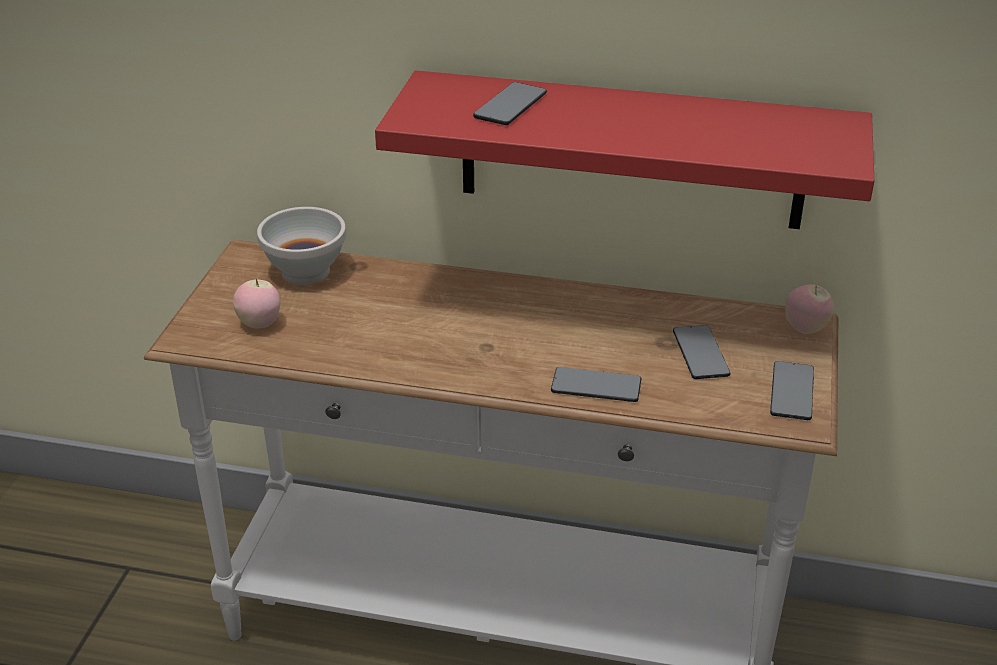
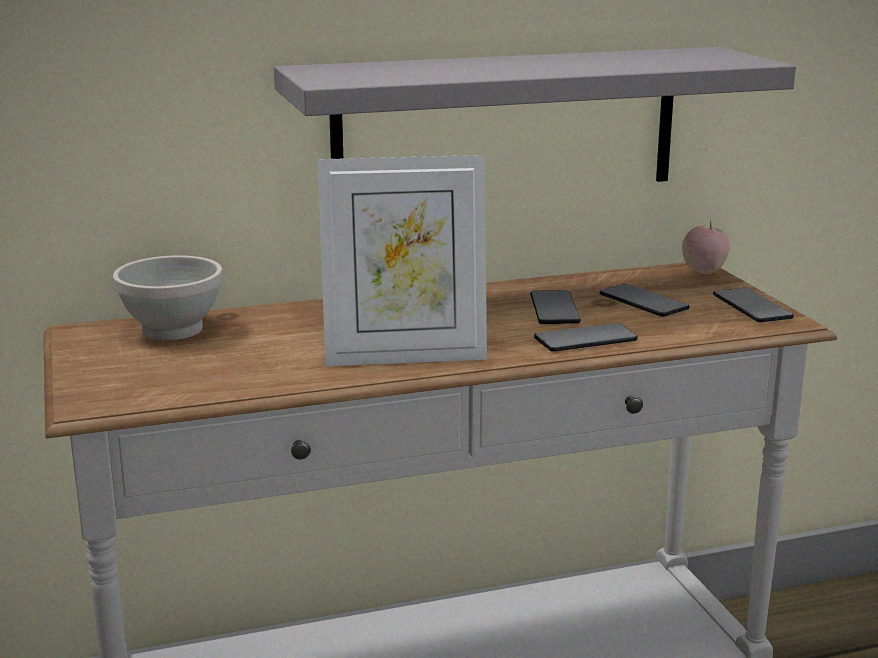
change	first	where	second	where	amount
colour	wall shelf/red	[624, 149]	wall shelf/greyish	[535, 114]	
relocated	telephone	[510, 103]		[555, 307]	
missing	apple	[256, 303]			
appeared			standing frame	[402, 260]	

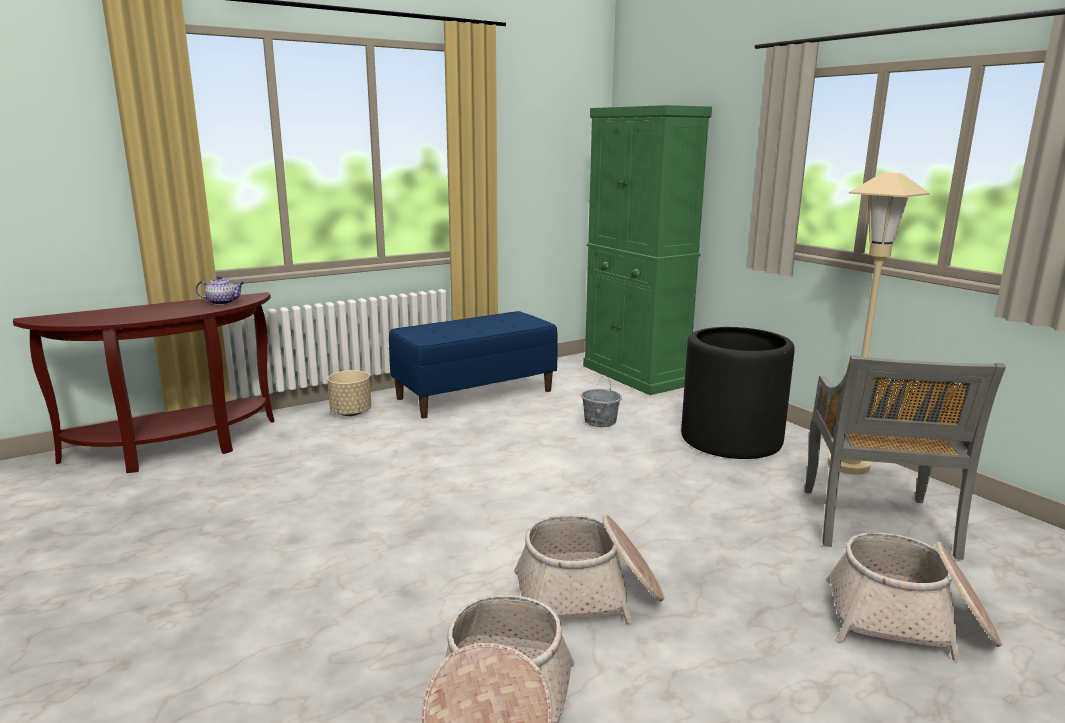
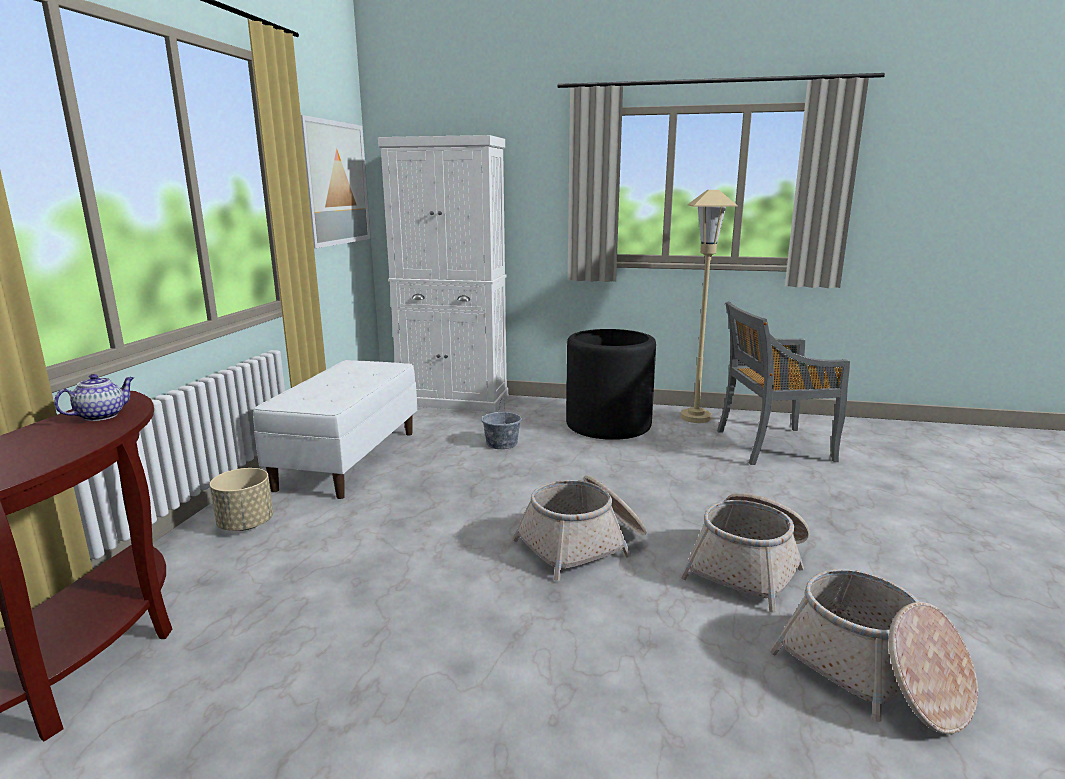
change	first	where	second	where	amount
colour	cabinet/green-coloured	[647, 250]	cabinet/white-coloured	[443, 273]	
colour	long seat/bluish	[473, 364]	long seat/white-coloured	[335, 429]	
spun	plain chair/greyish	[905, 457]		[783, 383]	120 degrees clockwise
relocated	basket	[914, 596]		[579, 528]	
appeared			wall art	[335, 182]	

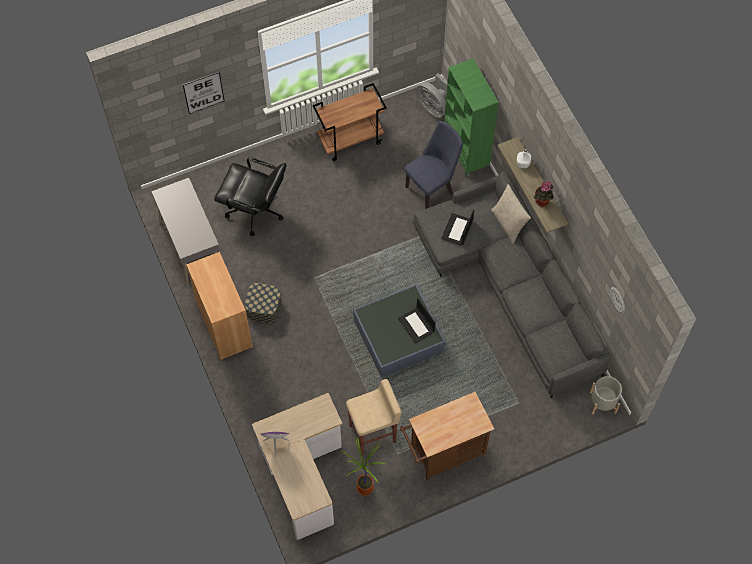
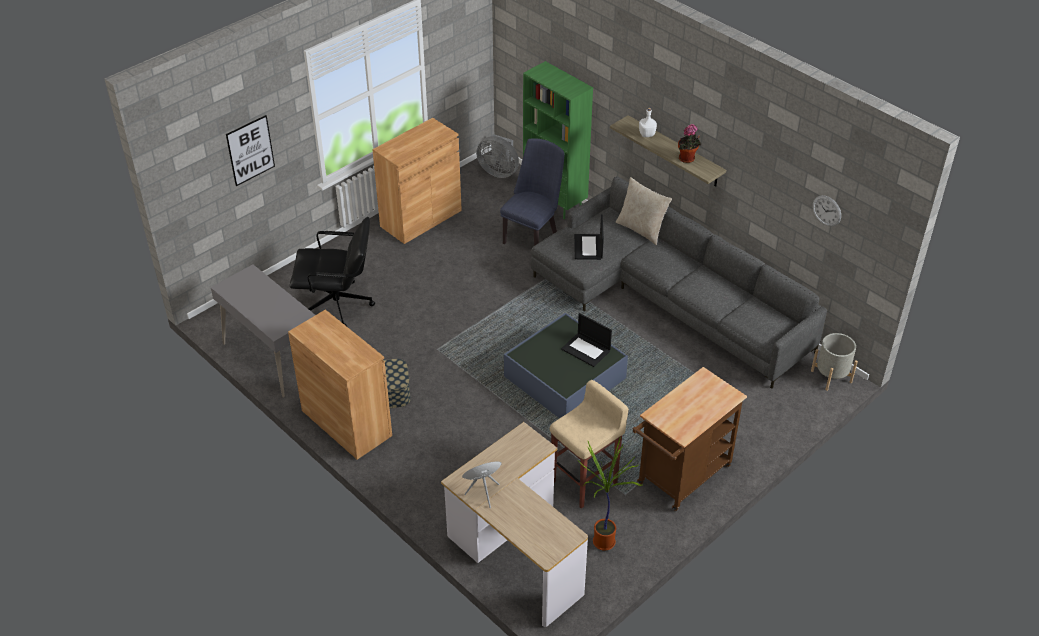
change	first	where	second	where	amount
exchanged	wheeled cart/brown-coloured	[349, 122]	cabinet/brown-coloured	[417, 181]	

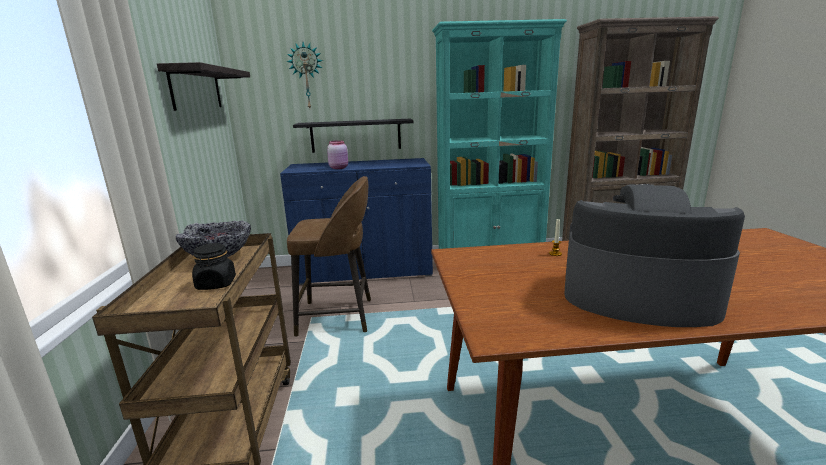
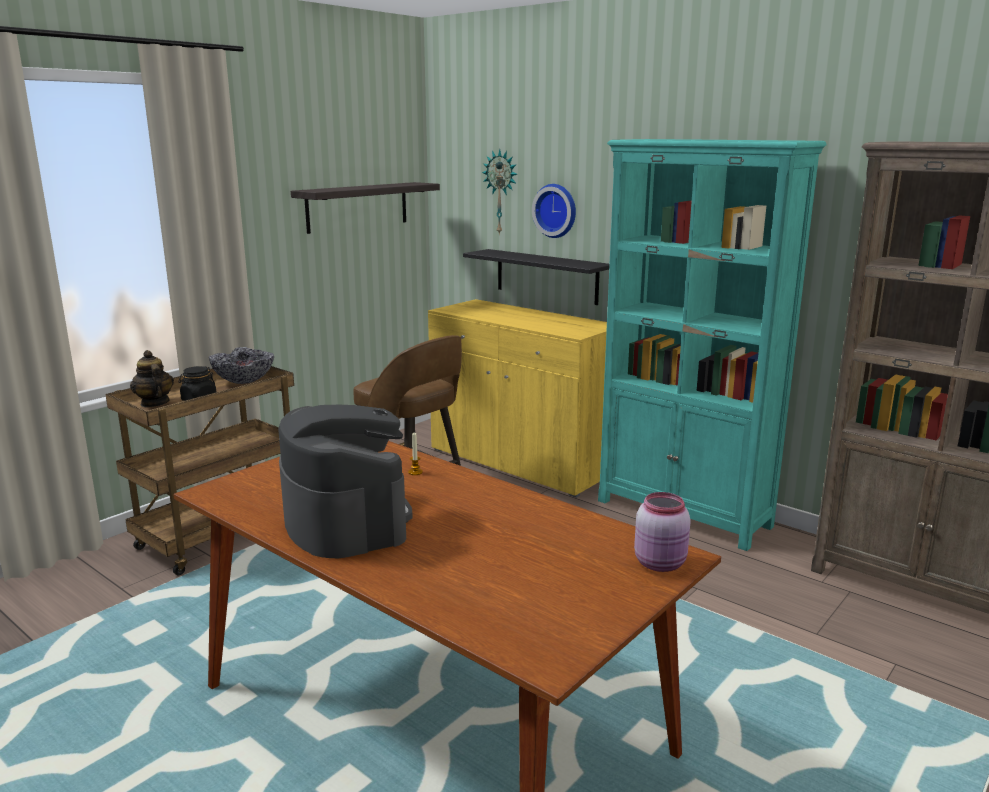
change	first	where	second	where	amount
relocated	preserve jar/pinkish	[337, 154]		[662, 532]	
colour	cabinet/bluish	[356, 221]	cabinet/yellow	[517, 398]	
appeared			wall clock	[554, 211]	
appeared			pot for tea	[152, 378]	

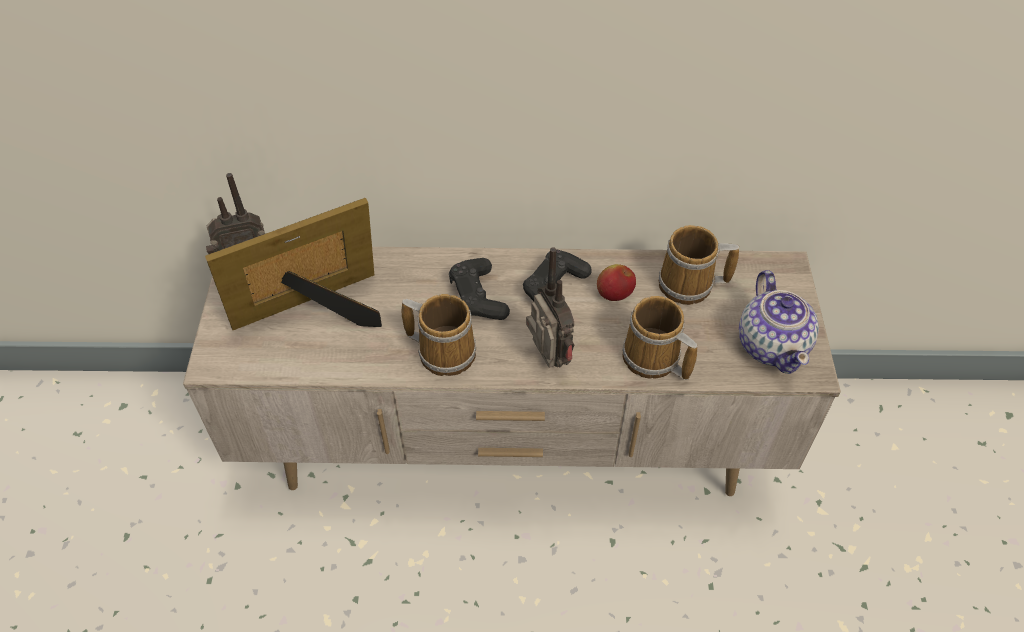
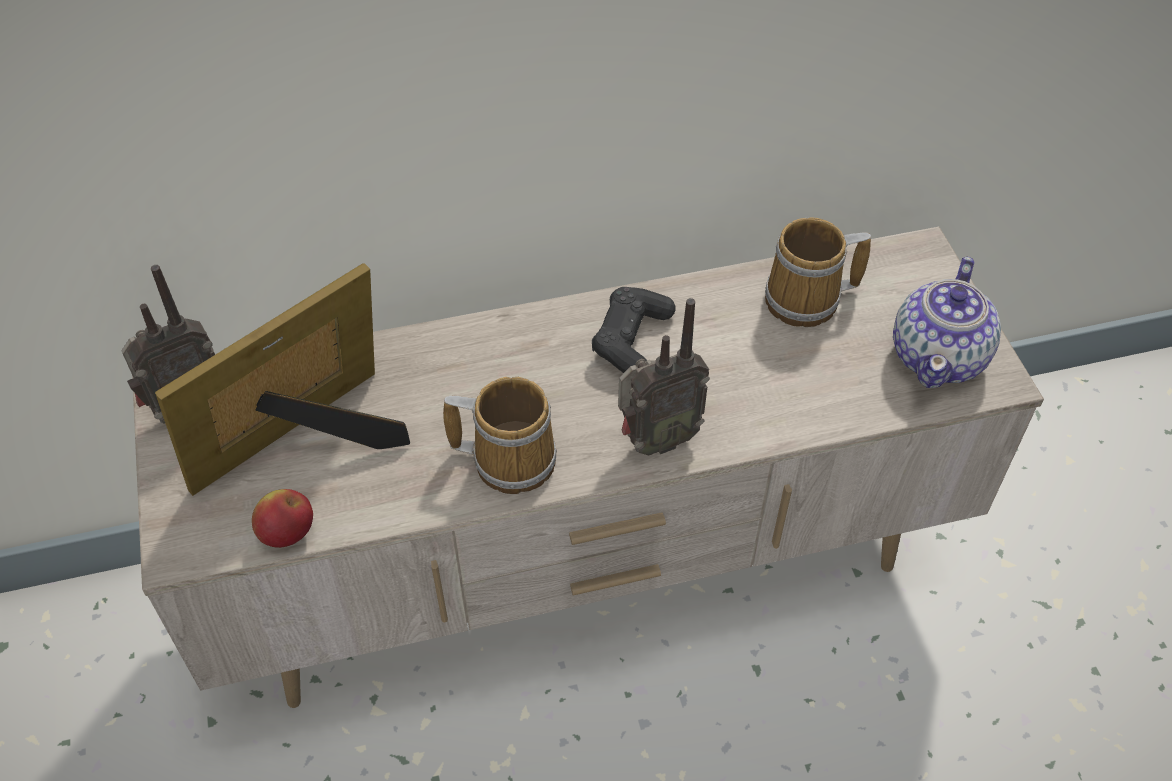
change	first	where	second	where	amount
spun	radio set	[550, 307]		[664, 376]	105 degrees clockwise
missing	joypad/black-coloured	[479, 289]			
relocated	apple	[616, 282]		[282, 518]	
spun	pot for tea	[779, 322]		[947, 322]	45 degrees clockwise
missing	coffee mug	[660, 338]			

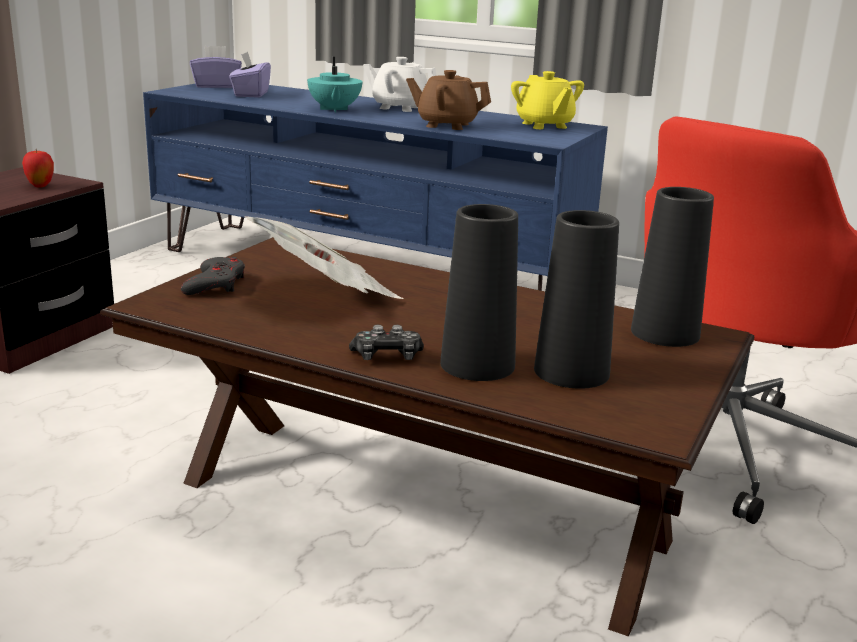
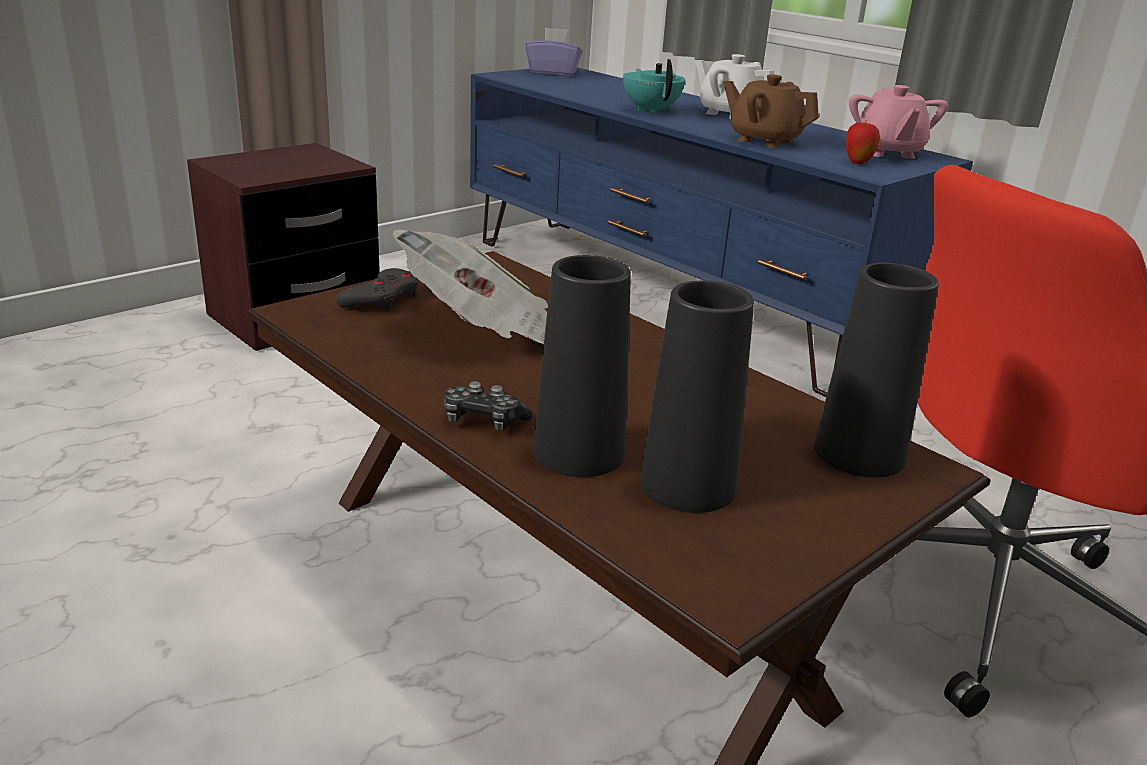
change	first	where	second	where	amount
missing	tissue holder/purple	[250, 74]			
spun	pot for tea/turquoise	[334, 84]		[654, 86]	150 degrees clockwise
colour	pot for tea/yellow	[547, 100]	pot for tea/pinkish	[898, 122]	
relocated	apple	[38, 168]		[863, 143]	

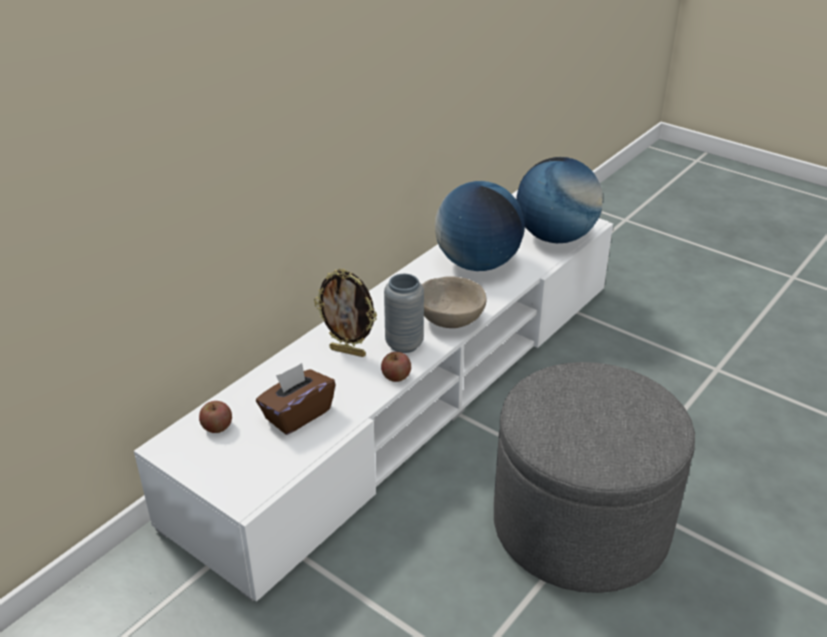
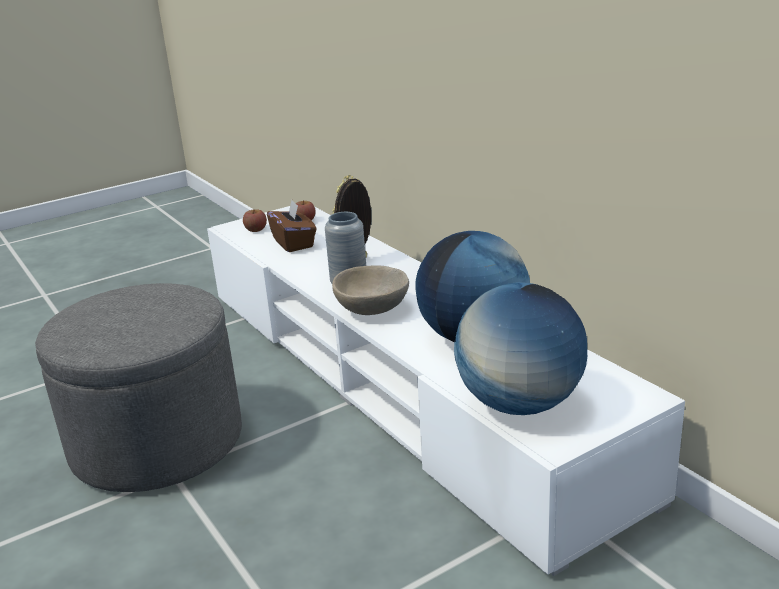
change	first	where	second	where	amount
relocated	apple	[396, 367]		[255, 220]	

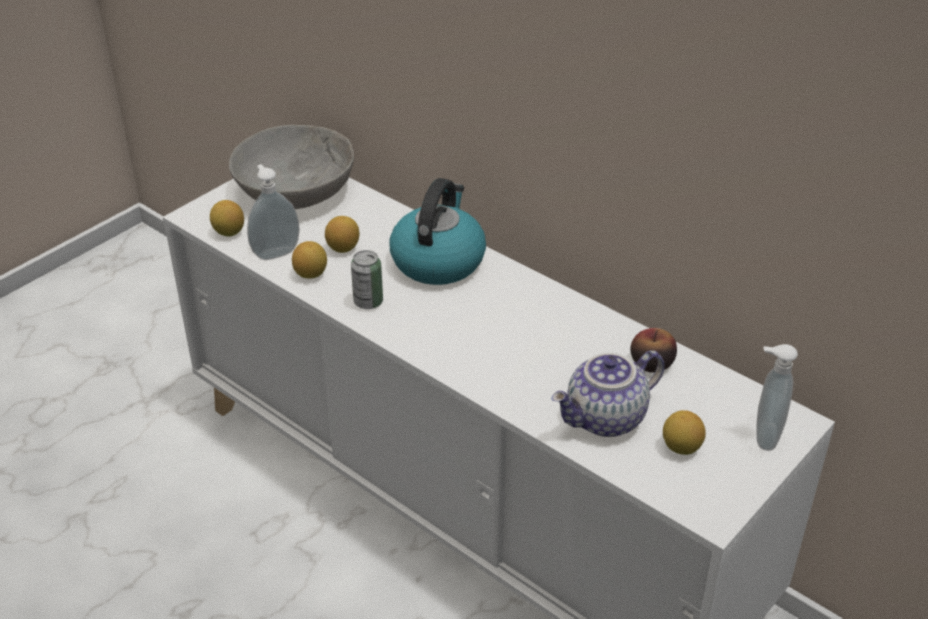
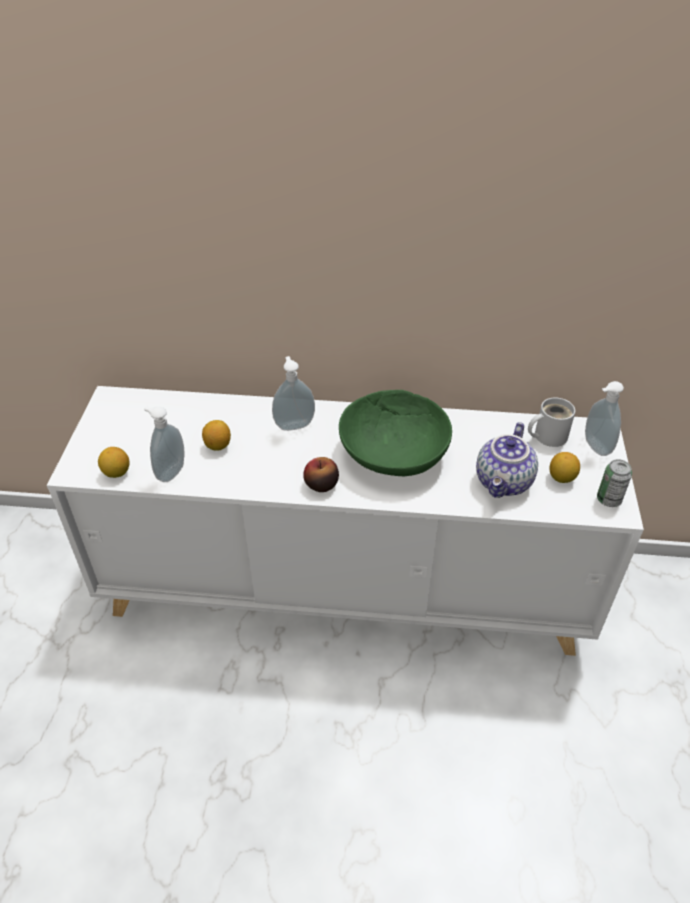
change	first	where	second	where	amount
missing	serving bowl/greyish	[291, 167]			
exchanged	tea kettle	[437, 231]	liquid soap bottle	[293, 393]	
missing	citrus fruit	[309, 260]			
relocated	metal can	[367, 279]		[614, 483]	
relocated	apple	[653, 350]		[321, 474]	
appeared			serving bowl/green-coloured	[395, 433]	
appeared			coffee mug/white-coloured	[551, 422]	

